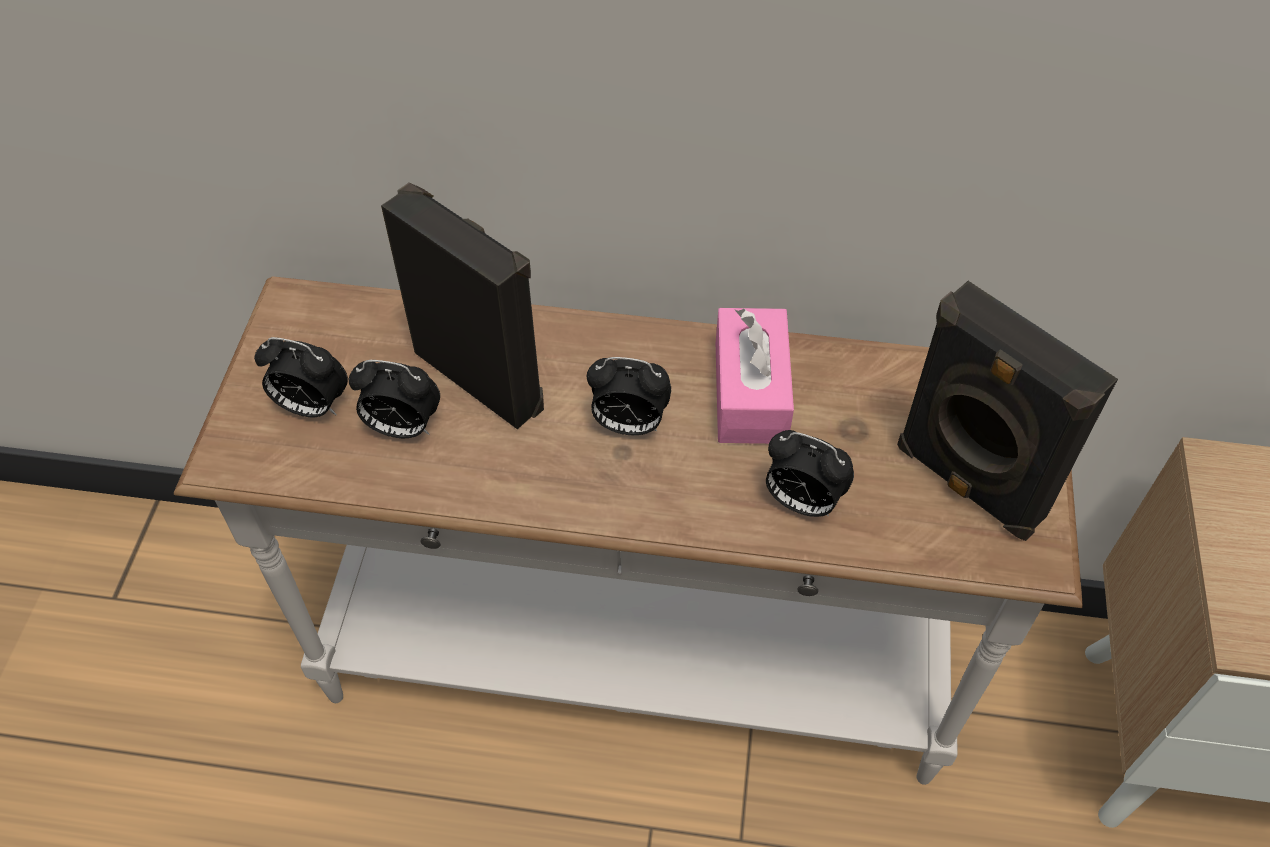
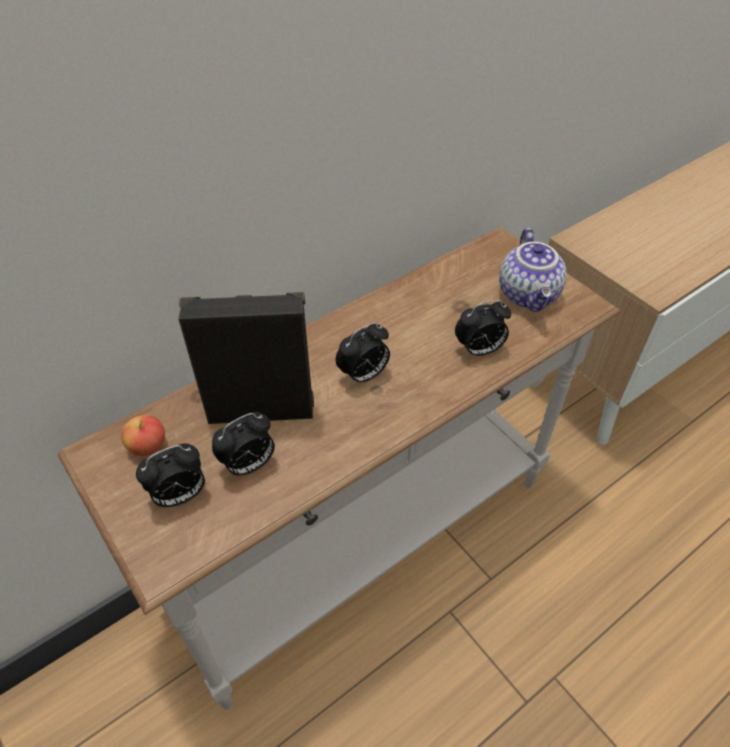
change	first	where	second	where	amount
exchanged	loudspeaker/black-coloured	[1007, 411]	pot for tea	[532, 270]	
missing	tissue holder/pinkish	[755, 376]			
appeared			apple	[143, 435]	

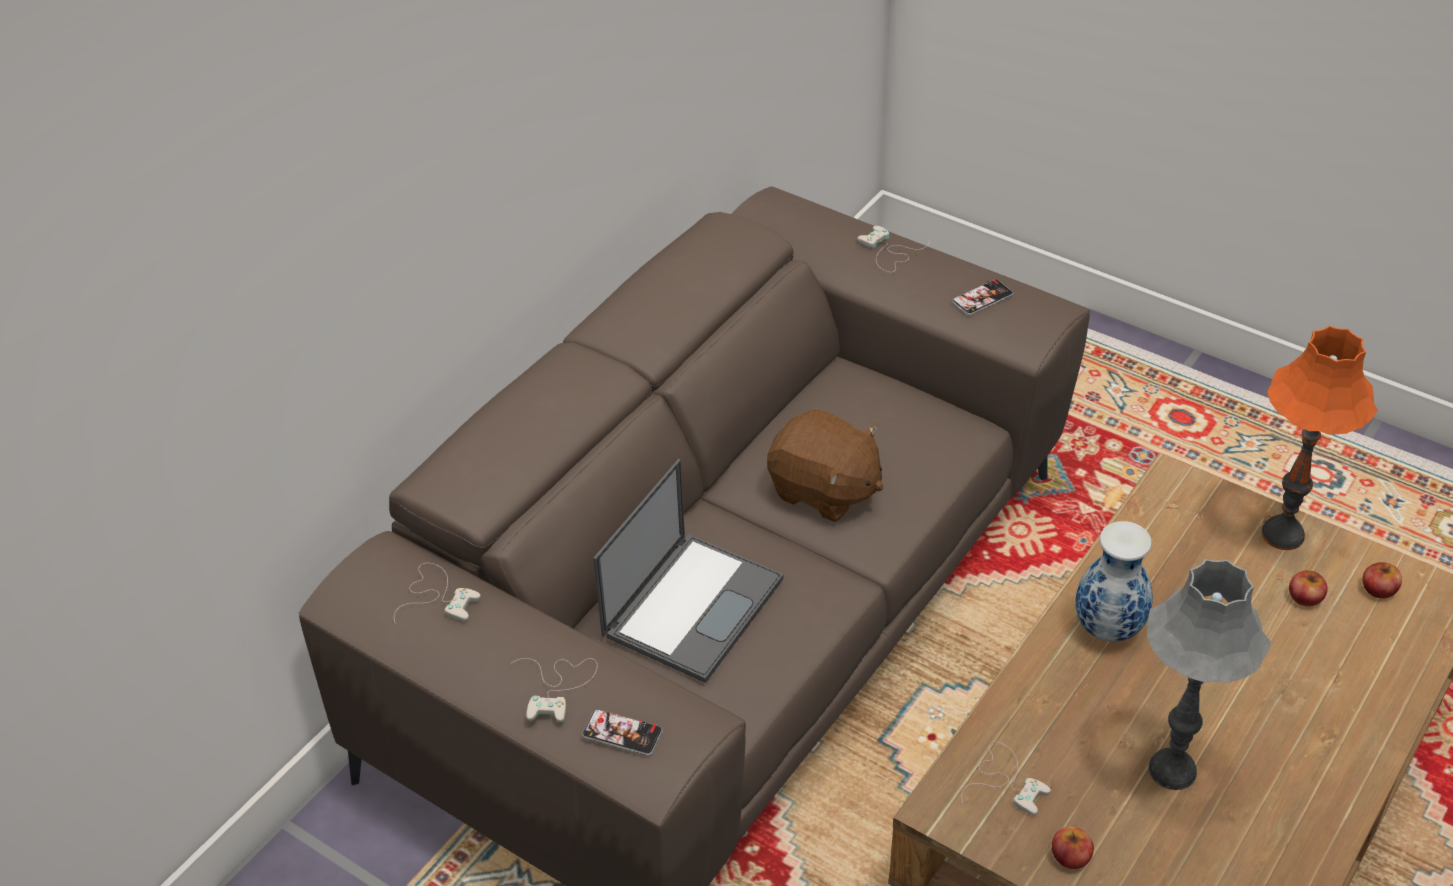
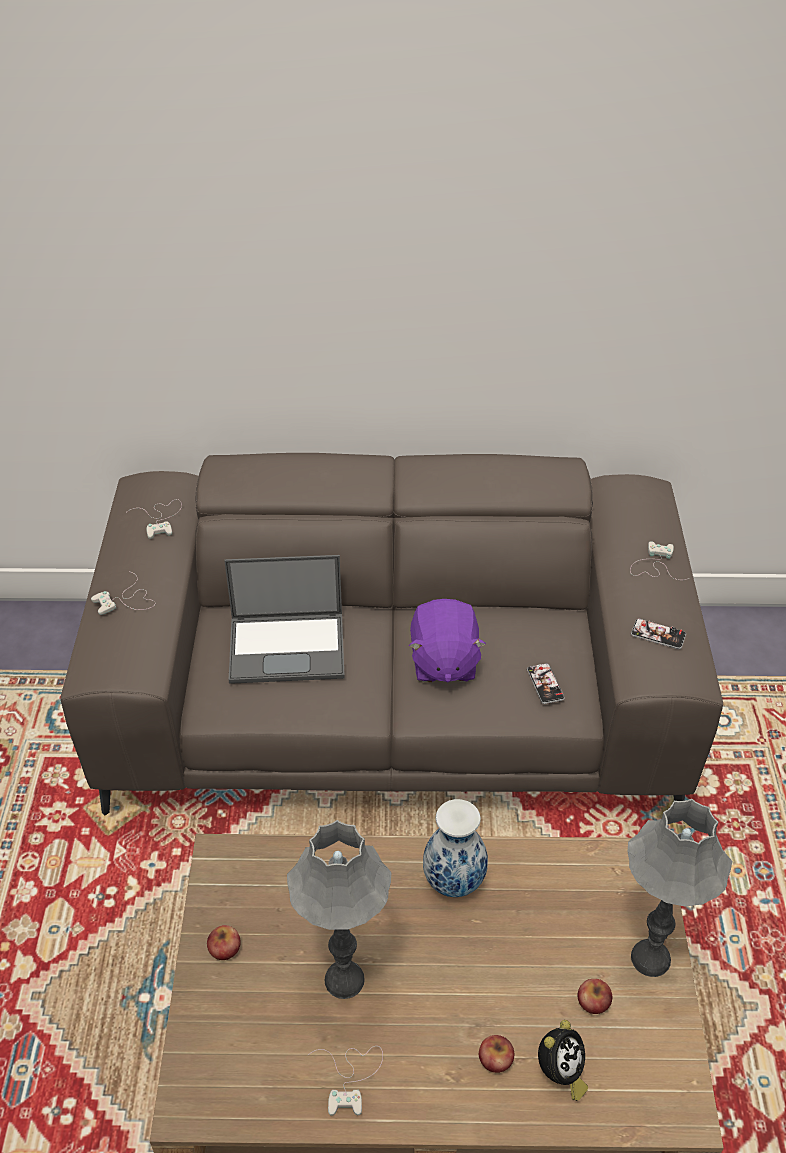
change	first	where	second	where	amount
colour	lamp for a table/orange-coloured	[1319, 438]	lamp for a table/greyish	[680, 888]	
colour	plush toy/brown-coloured	[825, 465]	plush toy/purple	[447, 640]	
relocated	apple	[1382, 580]		[496, 1054]	
relocated	telephone	[622, 732]		[546, 683]	
relocated	joypad/white-coloured	[1006, 779]		[345, 1081]	
appeared			table clock	[563, 1060]	

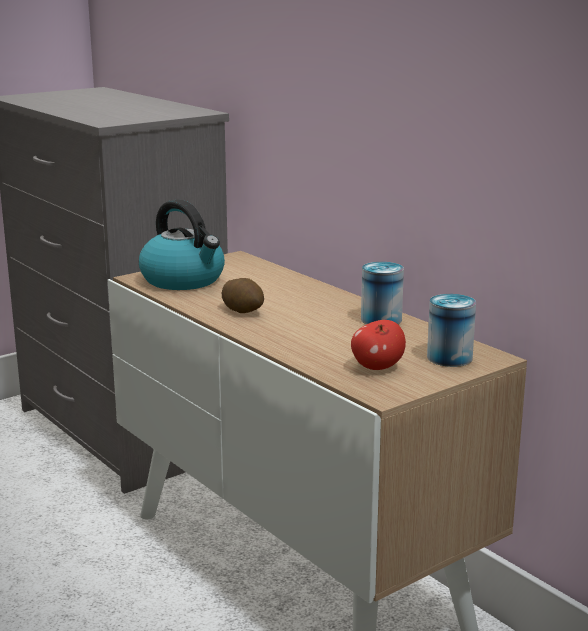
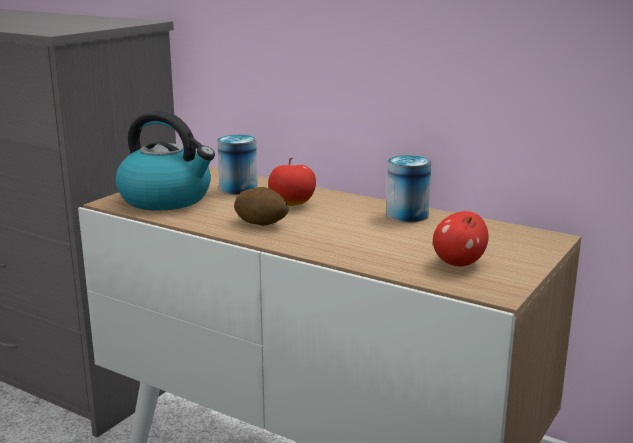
change	first	where	second	where	amount
relocated	metal can	[451, 330]		[237, 165]	
appeared			apple	[292, 182]	

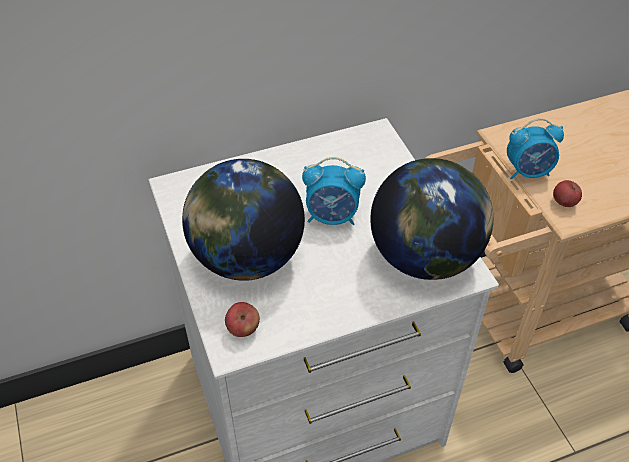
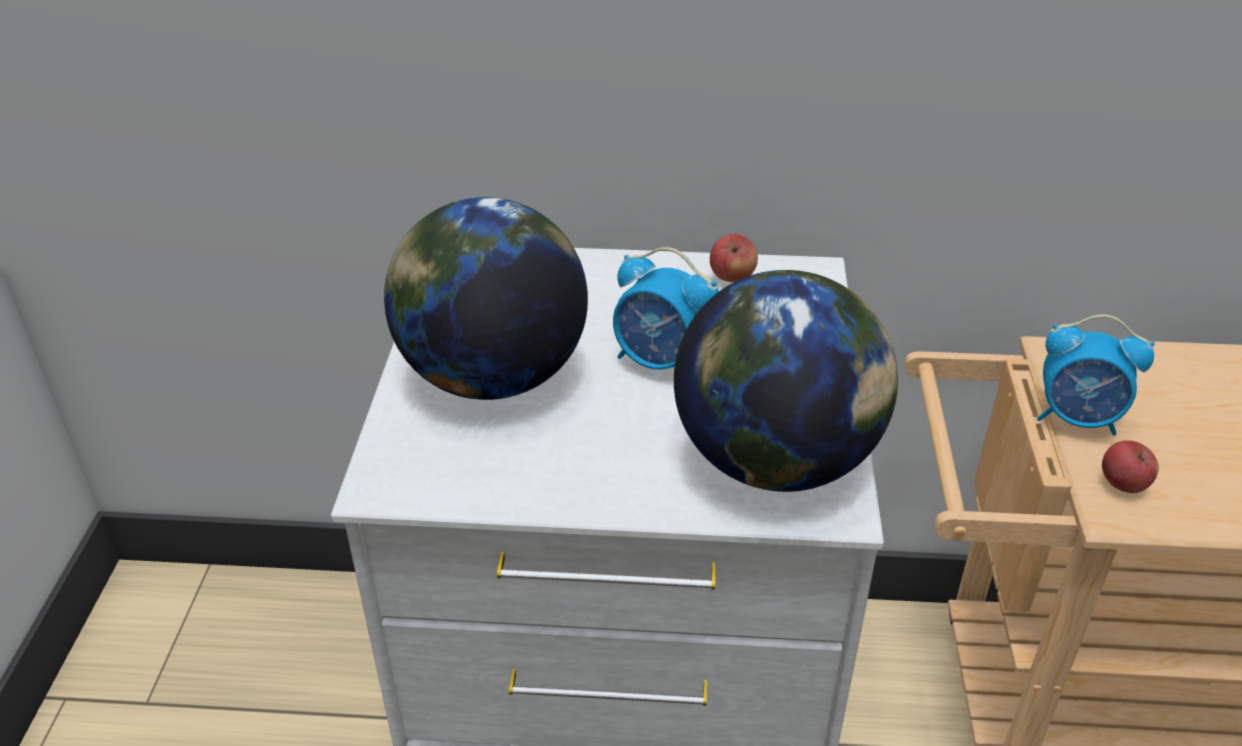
change	first	where	second	where	amount
relocated	apple	[242, 319]		[734, 258]	

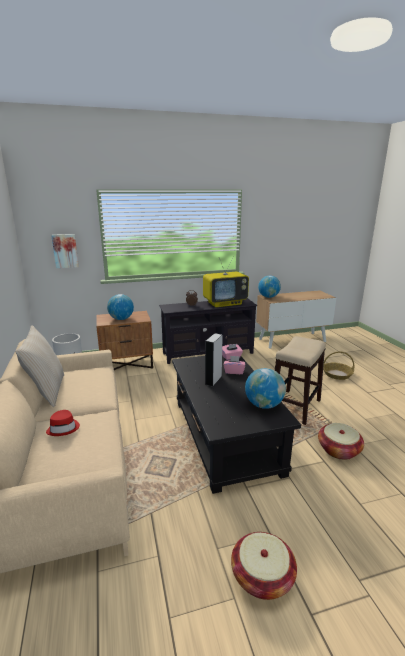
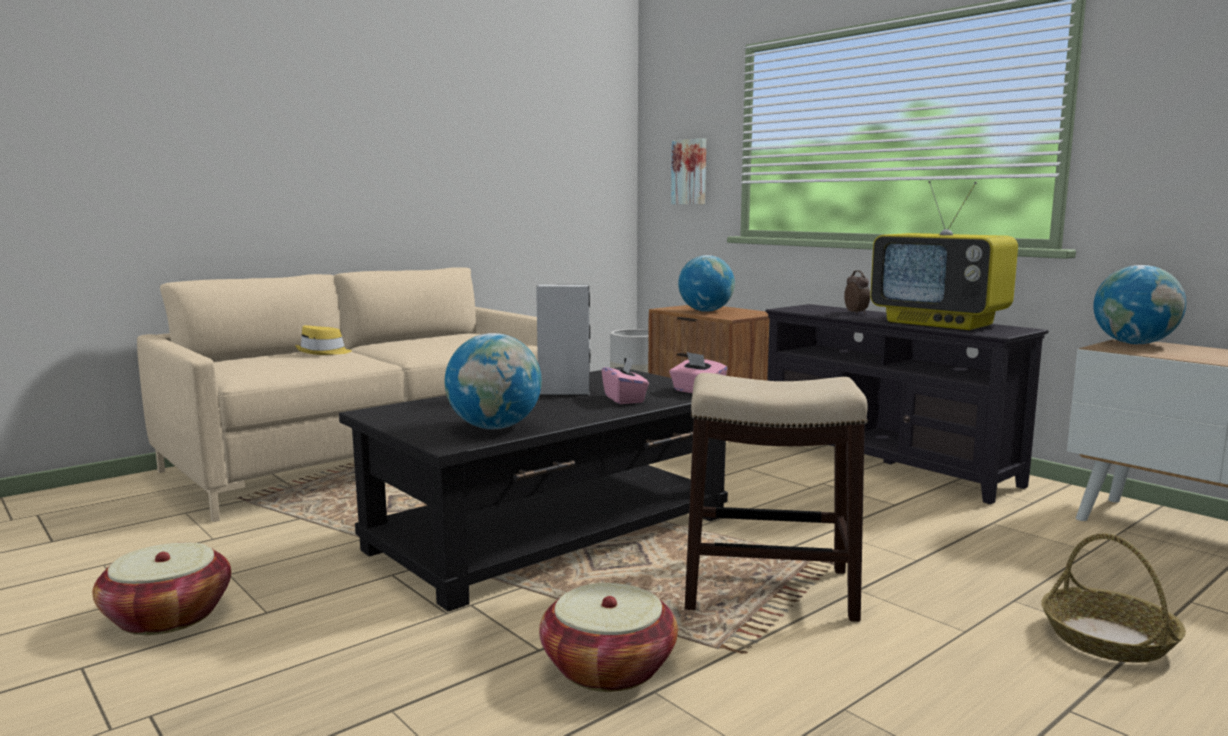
change	first	where	second	where	amount
missing	throw pillow/beige-coloured	[39, 366]			
colour	wearable hat/red	[63, 423]	wearable hat/yellow	[323, 340]	

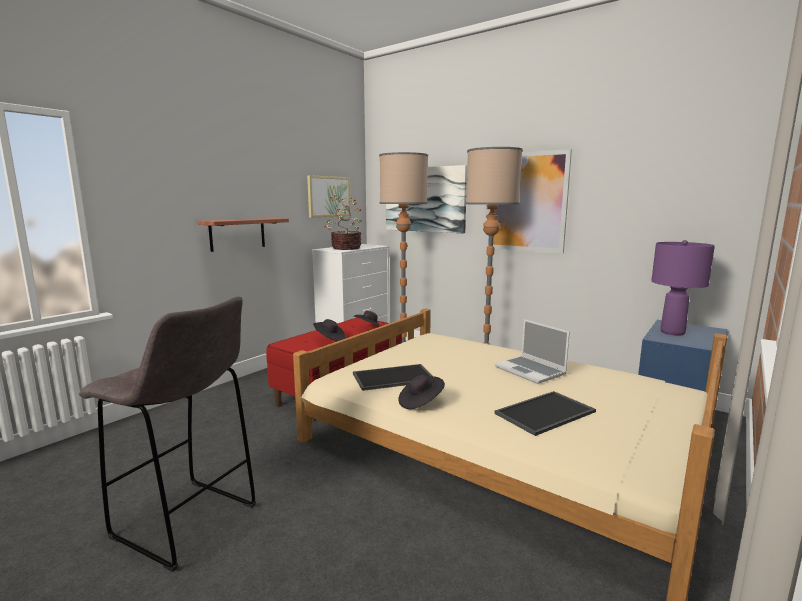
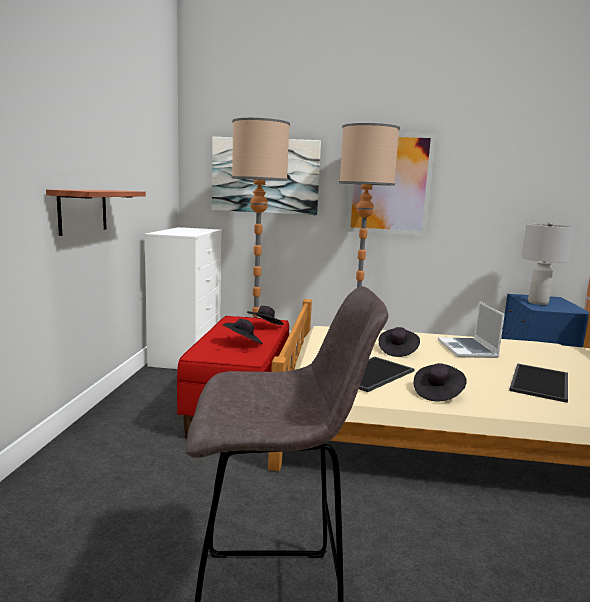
change	first	where	second	where	amount
missing	wall art	[328, 196]			
missing	houseplant	[343, 223]			
colour	lamp for a table/purple	[683, 288]	lamp for a table/greyish	[548, 263]	
spun	notebook computer	[532, 351]		[471, 329]	60 degrees clockwise
appeared			wearable hat/black-coloured	[399, 342]	

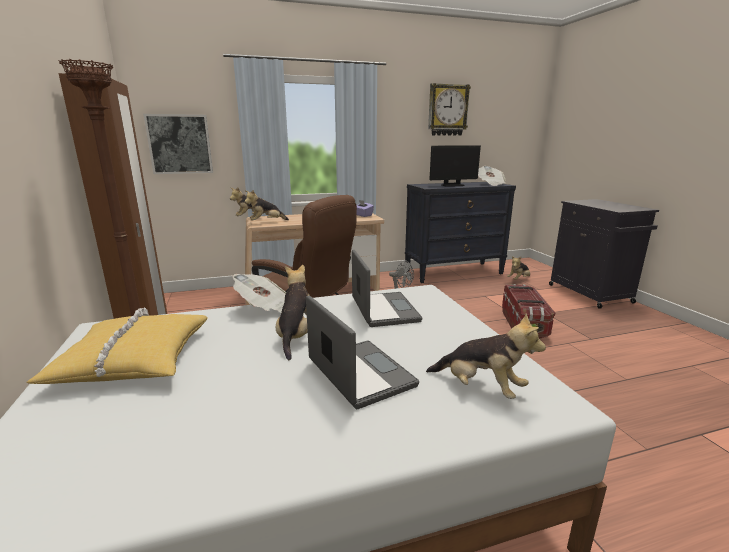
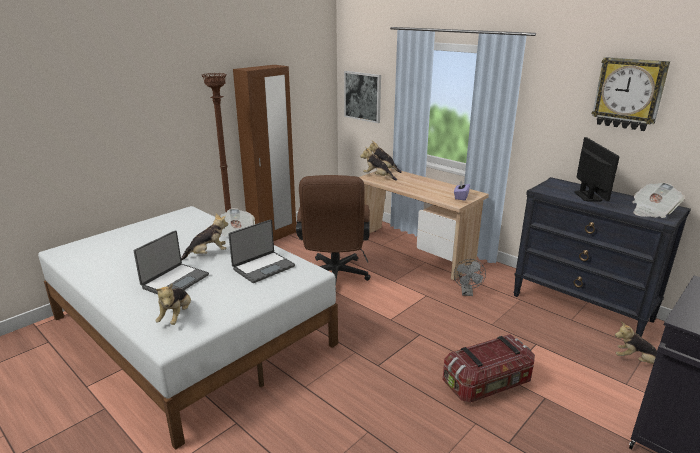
change	first	where	second	where	amount
spun	computer display	[455, 166]		[597, 169]	135 degrees counterclockwise
missing	throw pillow/yellow	[117, 345]			

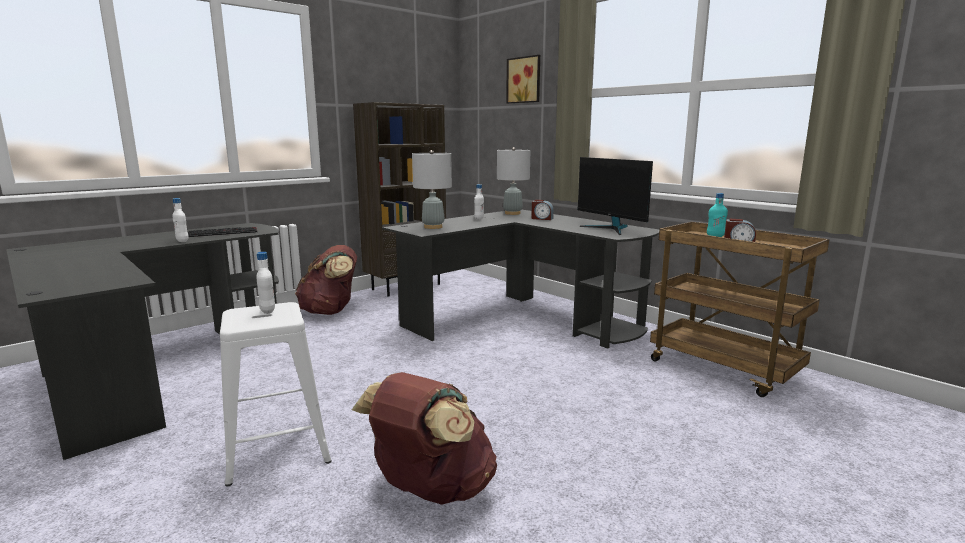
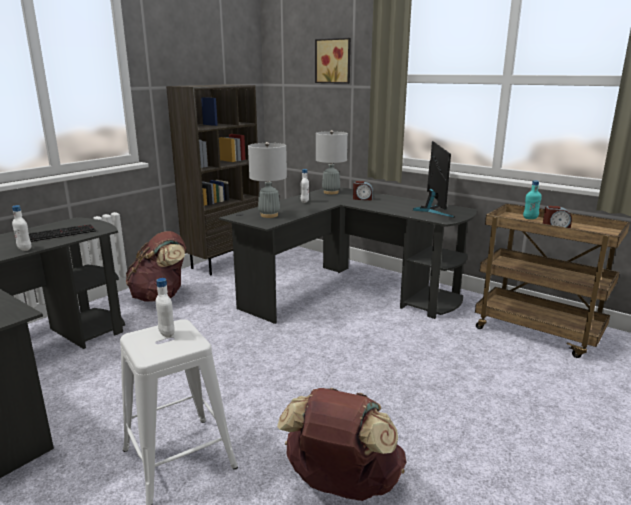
change	first	where	second	where	amount
spun	computer display	[615, 196]		[434, 179]	135 degrees counterclockwise

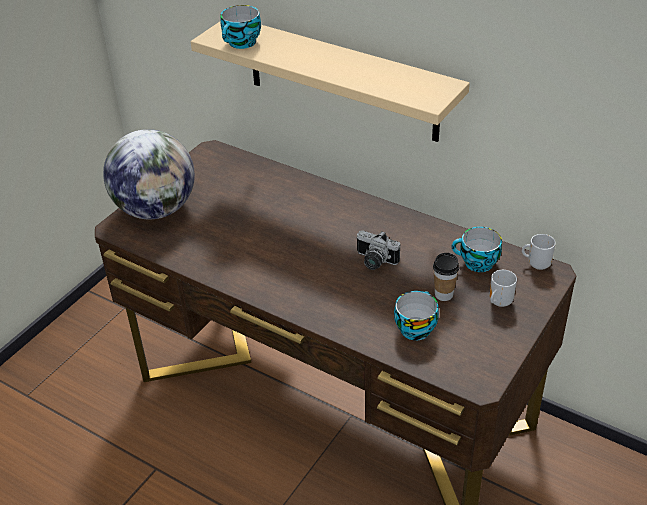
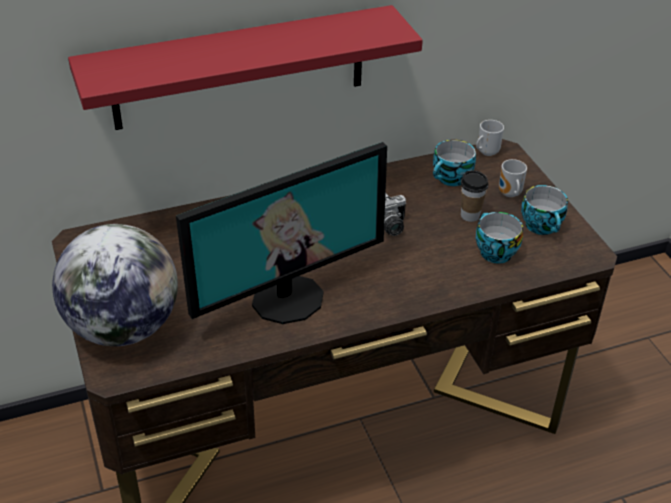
change	first	where	second	where	amount
relocated	cup	[241, 27]		[544, 210]	
colour	wall shelf/beige-coloured	[330, 81]	wall shelf/red	[245, 67]	
appeared			computer display	[281, 233]	

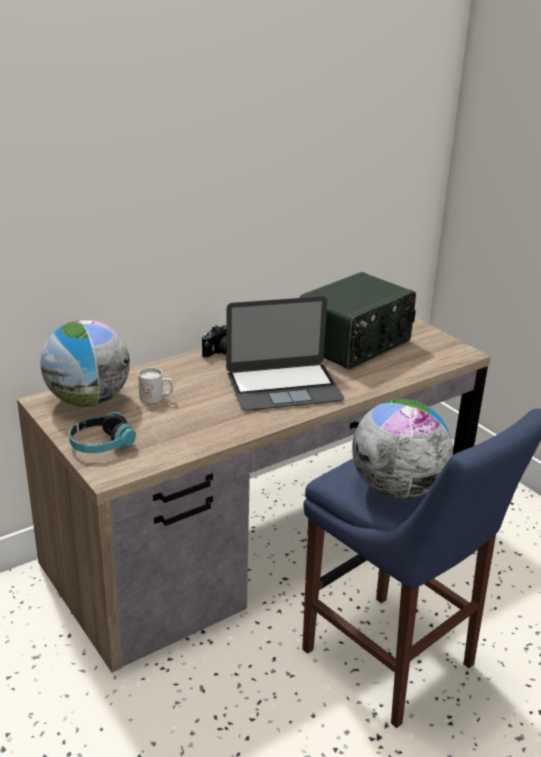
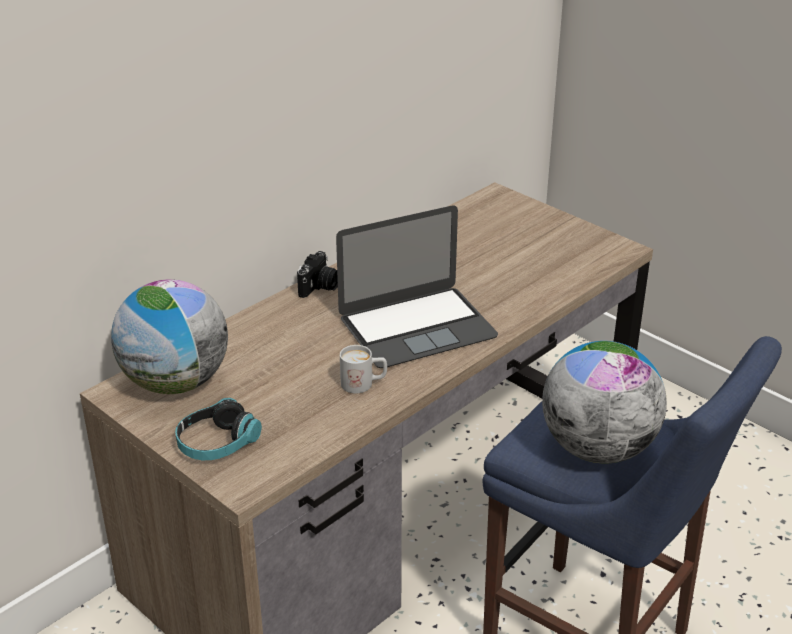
change	first	where	second	where	amount
missing	radio set	[357, 321]			
relocated	coffee mug/white-coloured	[156, 385]		[363, 369]	

